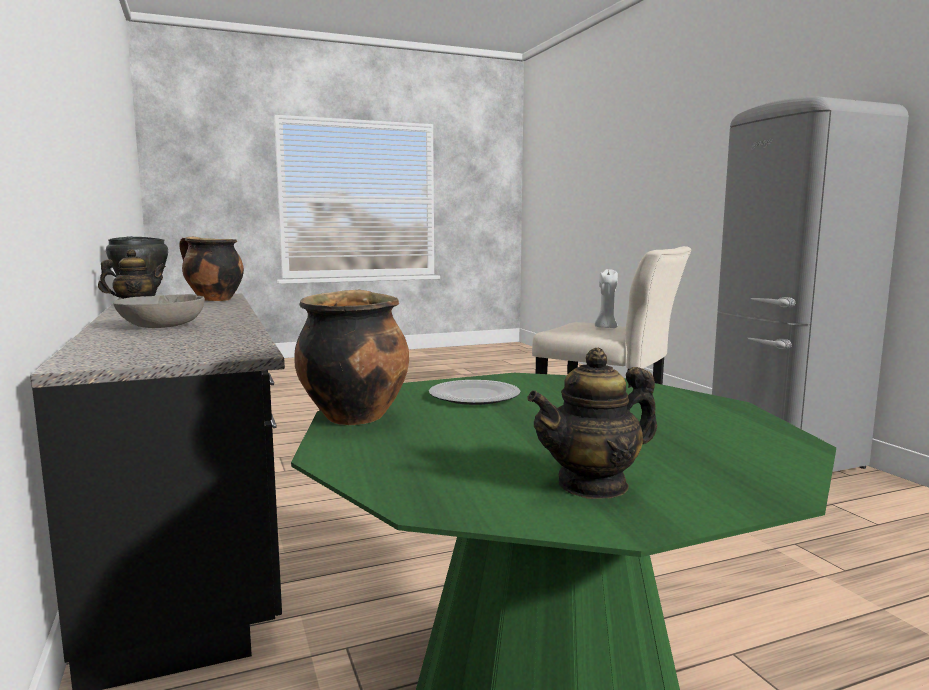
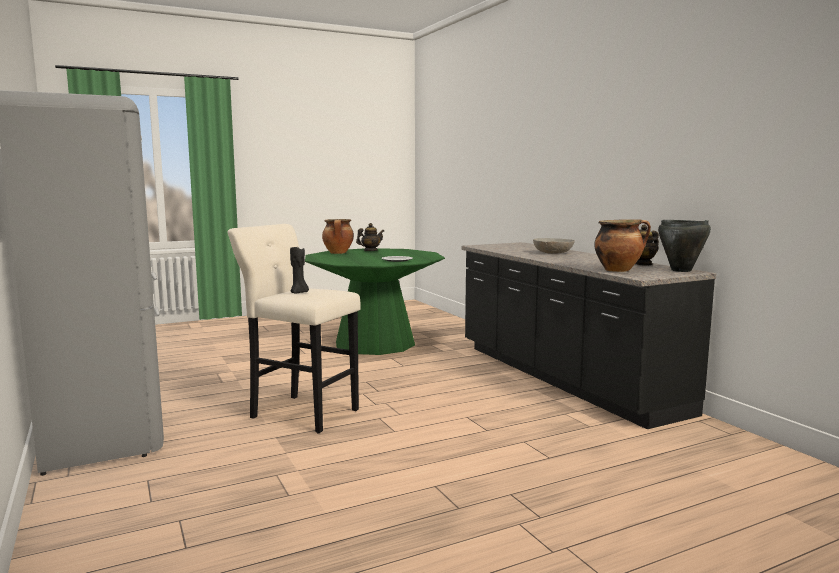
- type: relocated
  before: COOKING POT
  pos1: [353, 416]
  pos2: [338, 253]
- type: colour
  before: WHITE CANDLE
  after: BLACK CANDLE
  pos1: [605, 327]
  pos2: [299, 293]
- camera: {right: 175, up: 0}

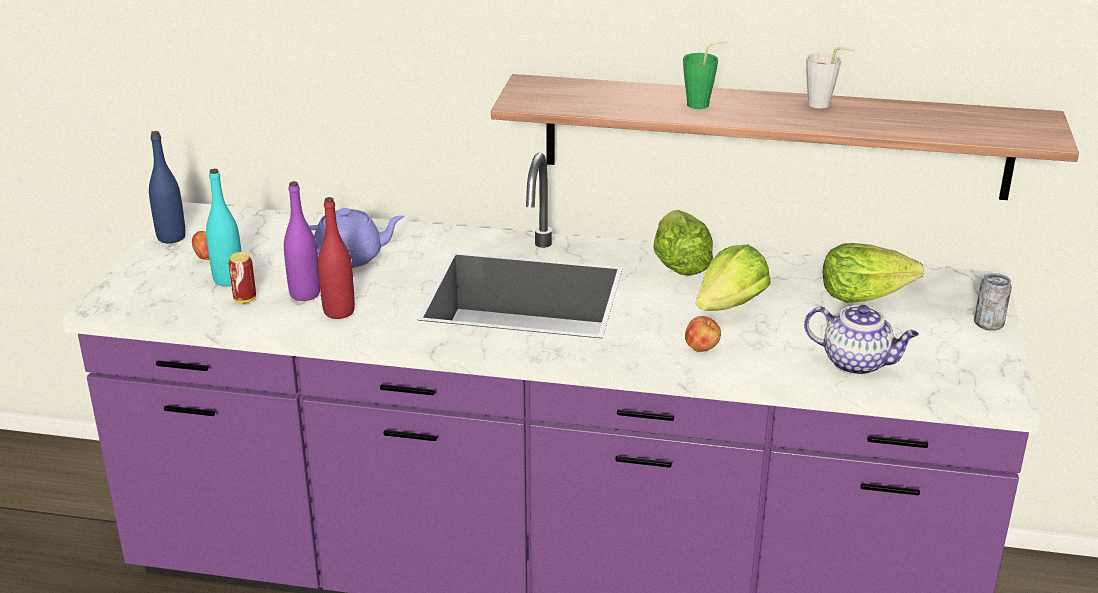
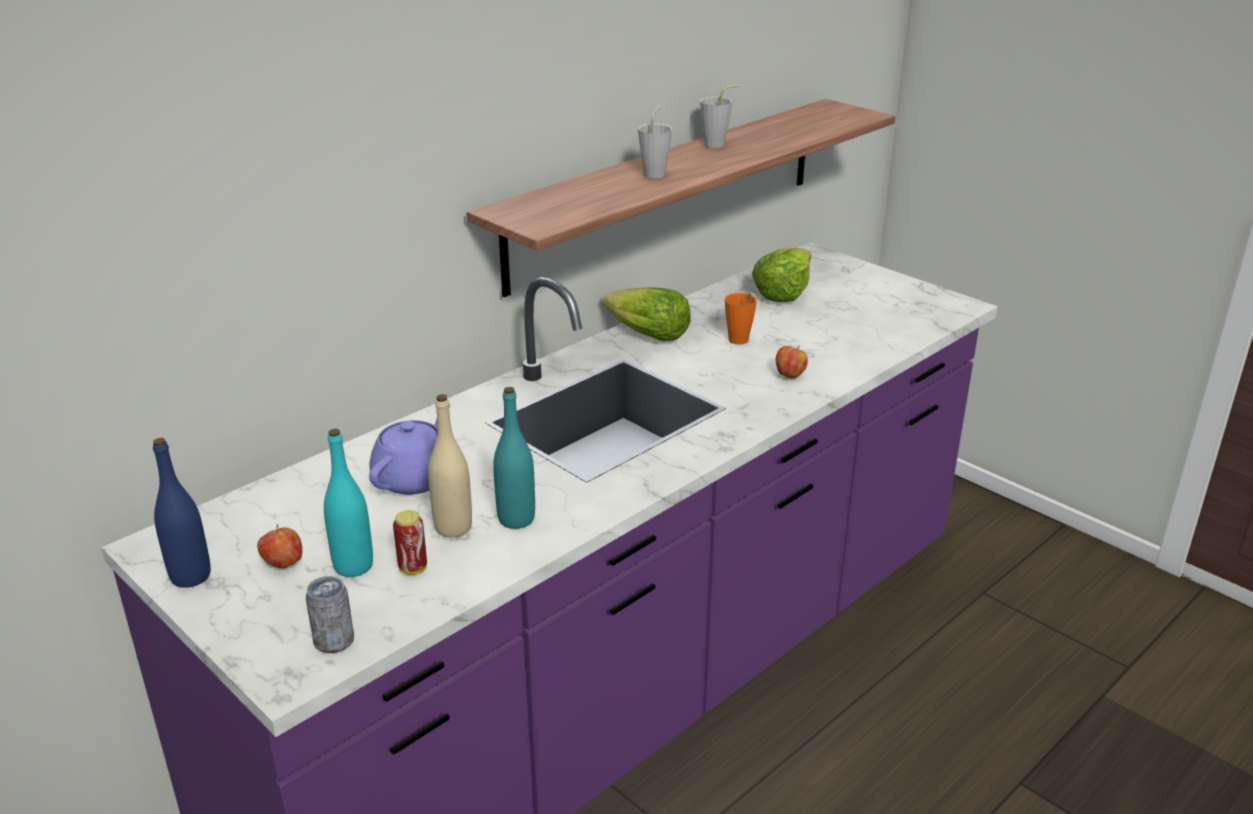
- type: colour
  before: PURPLE BOTTLE
  after: BEIGE BOTTLE
  pos1: [305, 294]
  pos2: [453, 527]
- type: colour
  before: RED BOTTLE
  after: TURQUOISE BOTTLE
  pos1: [339, 312]
  pos2: [516, 519]
- type: colour
  before: GREEN CUP
  after: GREY CUP
  pos1: [703, 104]
  pos2: [656, 173]
- type: exchanged
  before: LETTUCE
  after: ORANGE CUP
  pos1: [730, 306]
  pos2: [740, 342]
- type: missing
  before: TEAPOT
  pos1: [857, 363]
- type: relocated
  before: CAN
  pos1: [988, 323]
  pos2: [334, 641]
- camera: {right: -55, up: 0}

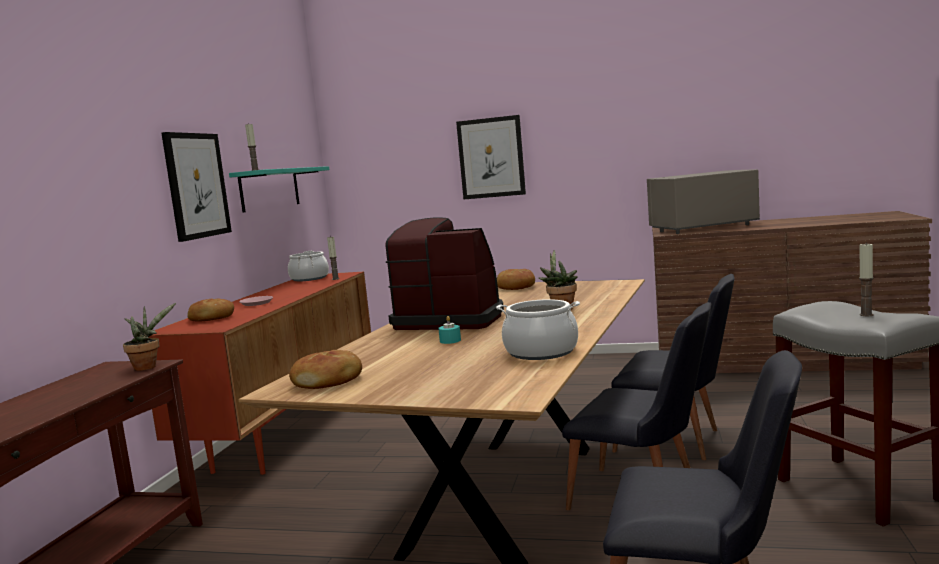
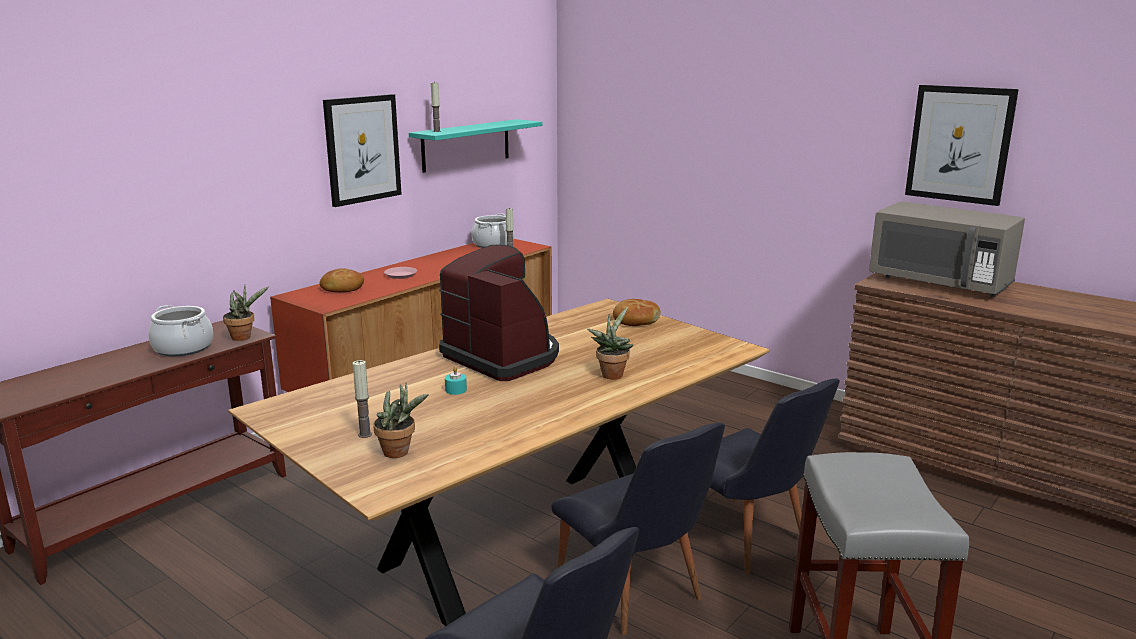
- type: missing
  before: BREAD
  pos1: [329, 381]
- type: relocated
  before: PICTURE
  pos1: [491, 157]
  pos2: [959, 144]
- type: relocated
  before: COOKING POT
  pos1: [541, 352]
  pos2: [183, 348]
- type: spun
  before: GREY MICROWAVE
  pos1: [703, 228]
  pos2: [939, 283]
  turn: -150
- type: relocated
  before: CANDLE
  pos1: [866, 315]
  pos2: [365, 434]
- type: appeared
  after: POTTED PLANT
  pos2: [400, 452]
- camera: {right: 25, up: 10}

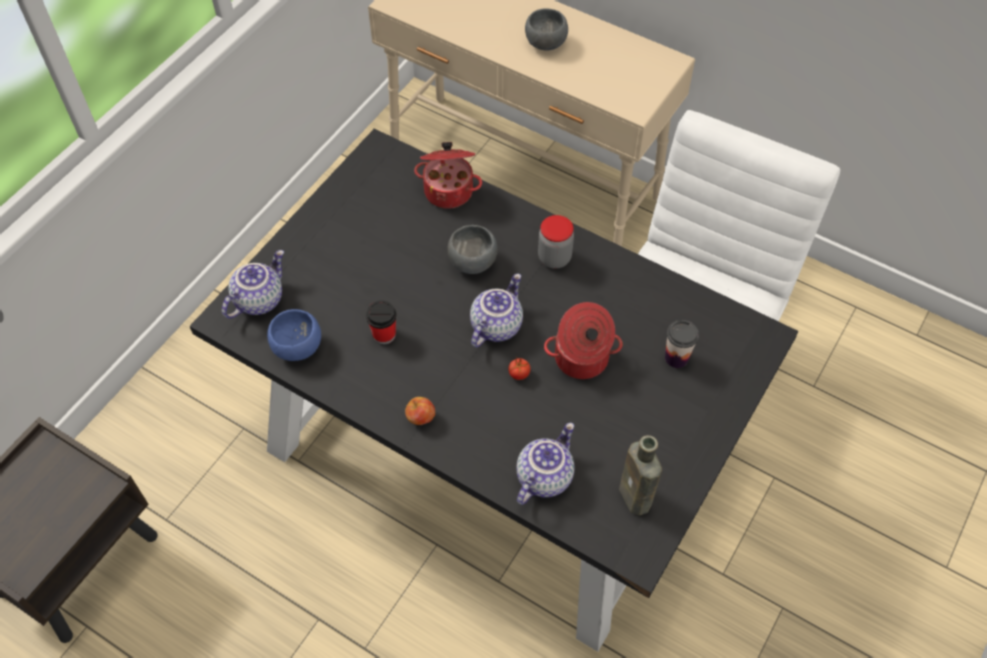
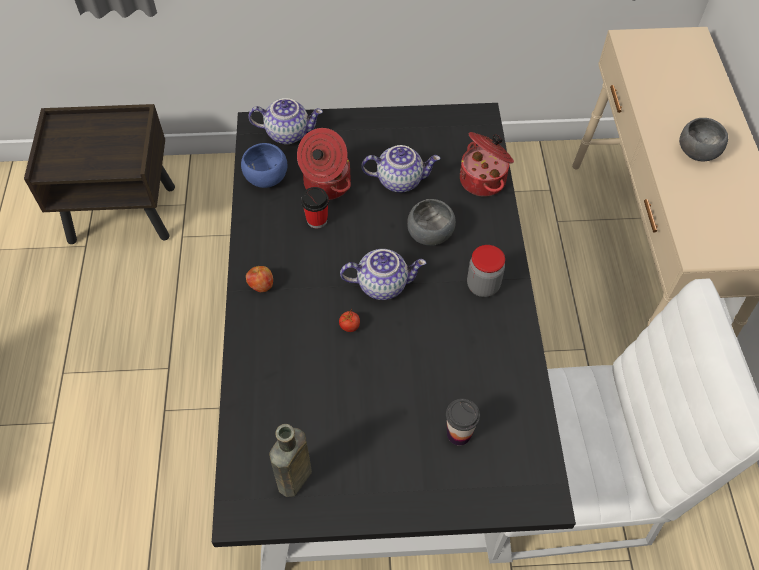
- type: relocated
  before: TEAPOT
  pos1: [543, 476]
  pos2: [400, 180]
- type: relocated
  before: COOKING POT
  pos1: [581, 359]
  pos2: [326, 184]
- camera: {right: 55, up: 0}

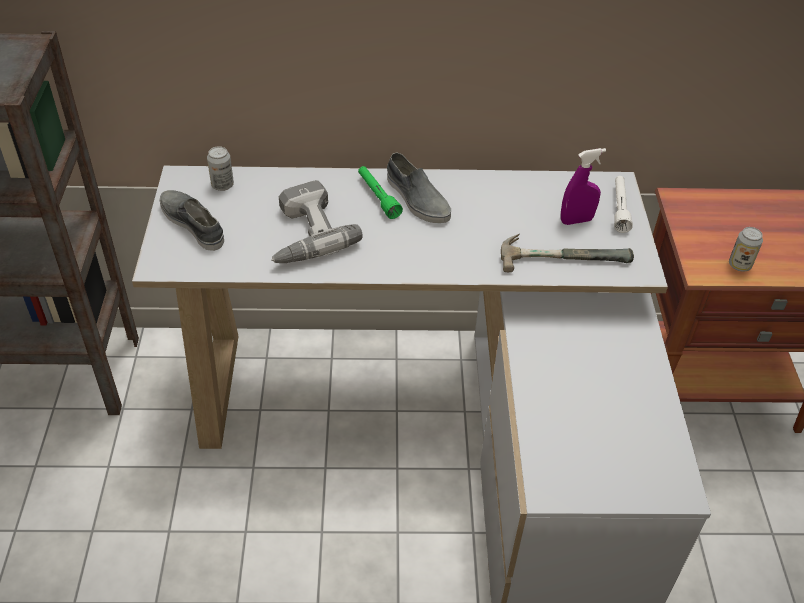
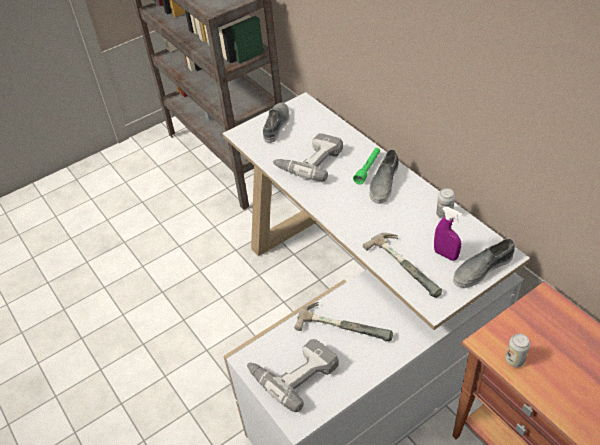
- type: relocated
  before: CAN
  pos1: [222, 185]
  pos2: [444, 214]
- type: exchanged
  before: WHITE FLASHLIGHT
  after: GREY SHOE
  pos1: [619, 208]
  pos2: [482, 268]
- type: appeared
  after: POWER DRILL
  pos2: [293, 372]
- type: appeared
  after: HAMMER
  pos2: [345, 323]
- camera: {right: 60, up: 0}

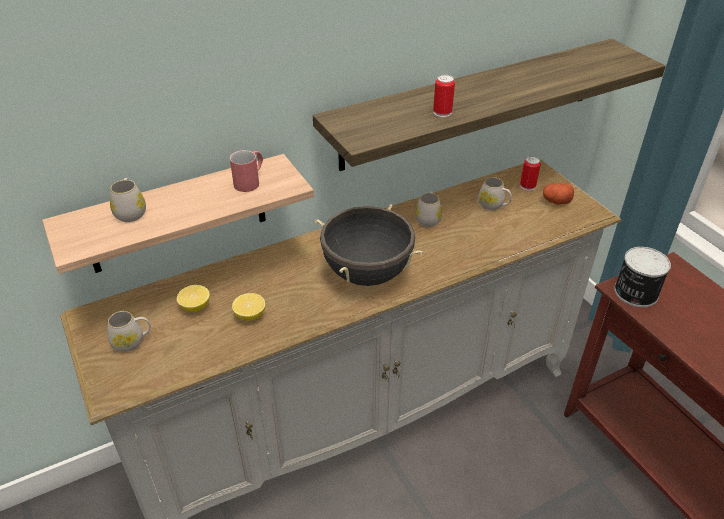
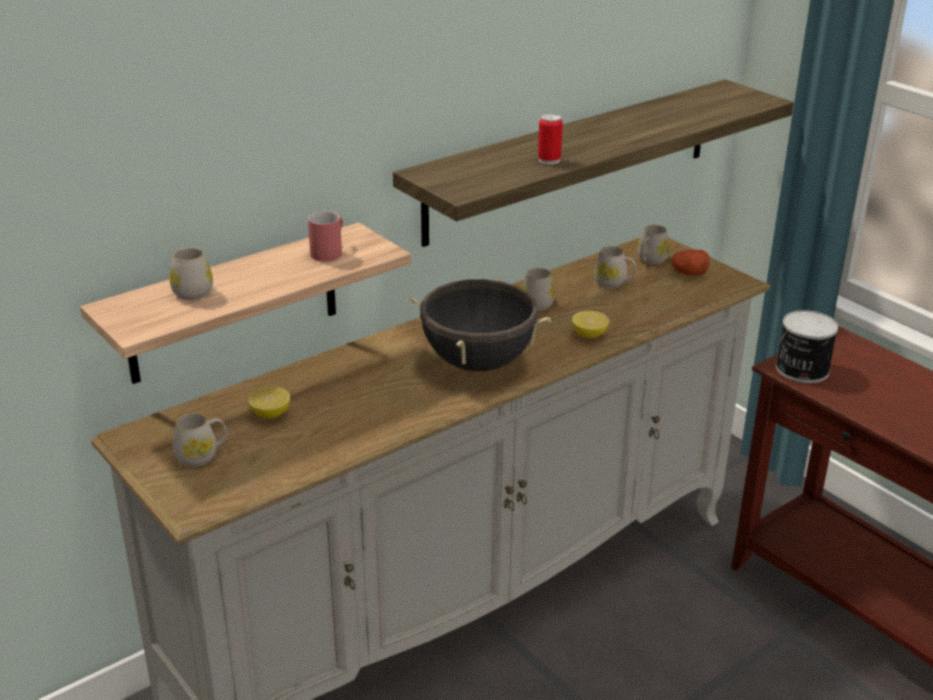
- type: relocated
  before: LEMON
  pos1: [250, 315]
  pos2: [589, 335]
- type: exchanged
  before: CAN
  after: WHITE MUG
  pos1: [527, 186]
  pos2: [650, 260]
- camera: {right: -10, up: -10}

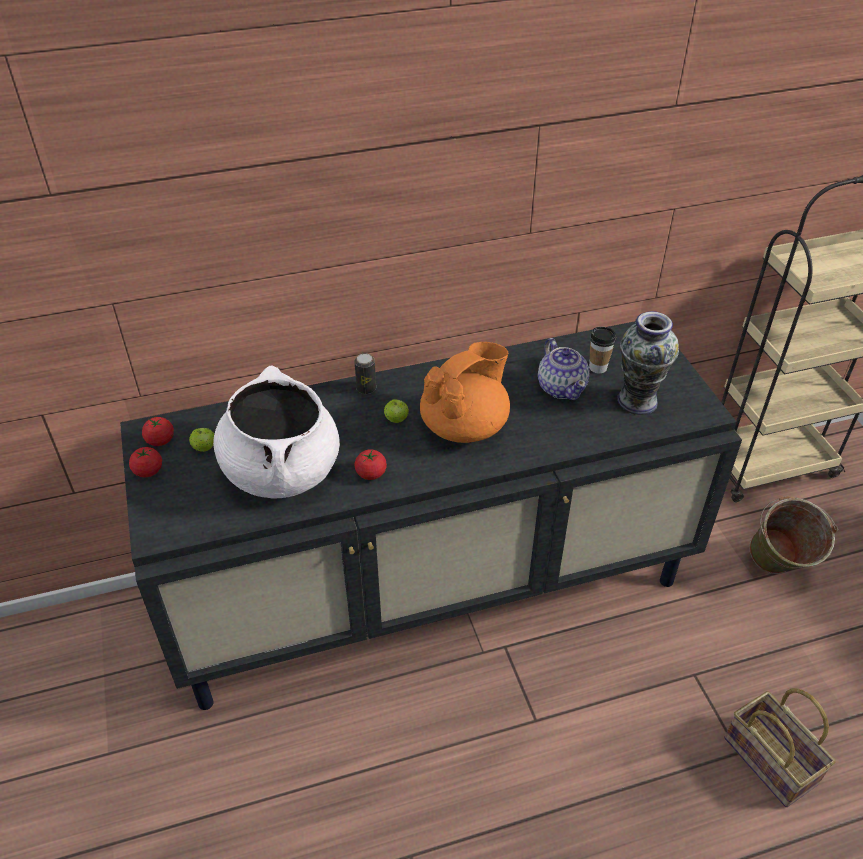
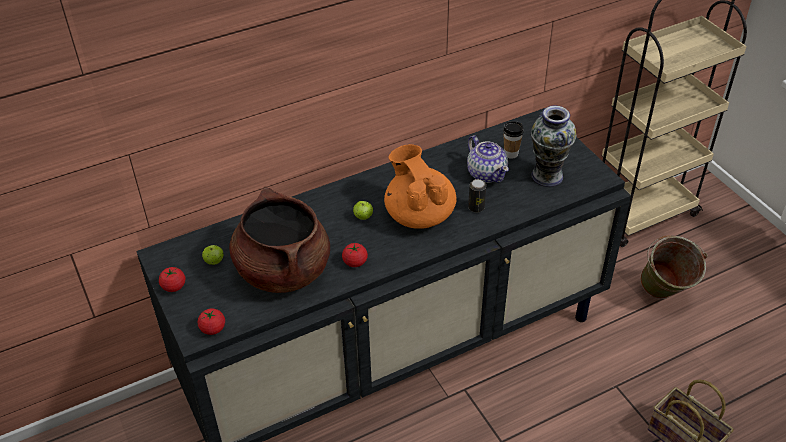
- type: relocated
  before: TOMATO
  pos1: [160, 440]
  pos2: [213, 328]
- type: colour
  before: WHITE COOKING POT
  after: BROWN COOKING POT
  pos1: [281, 471]
  pos2: [283, 270]
- type: relocated
  before: CAN
  pos1: [366, 388]
  pos2: [476, 207]
- type: spun
  before: ORANGE TEAPOT
  pos1: [465, 426]
  pos2: [419, 214]
  turn: -60
- camera: {right: -10, up: 0}

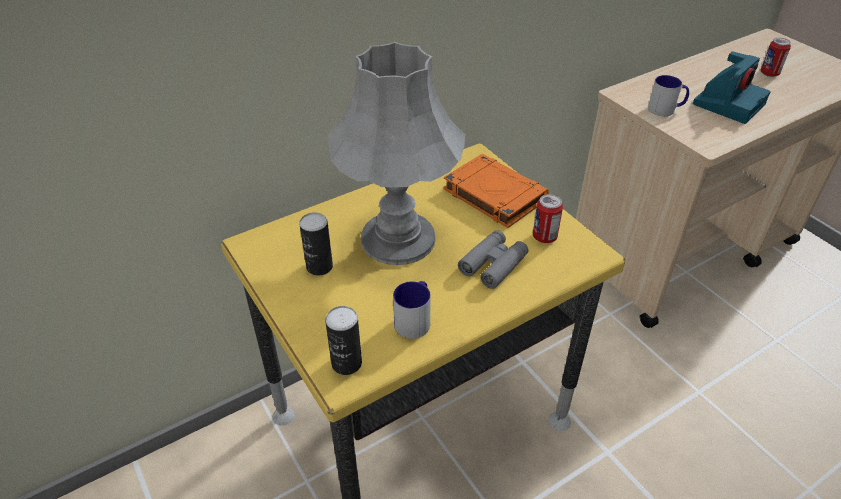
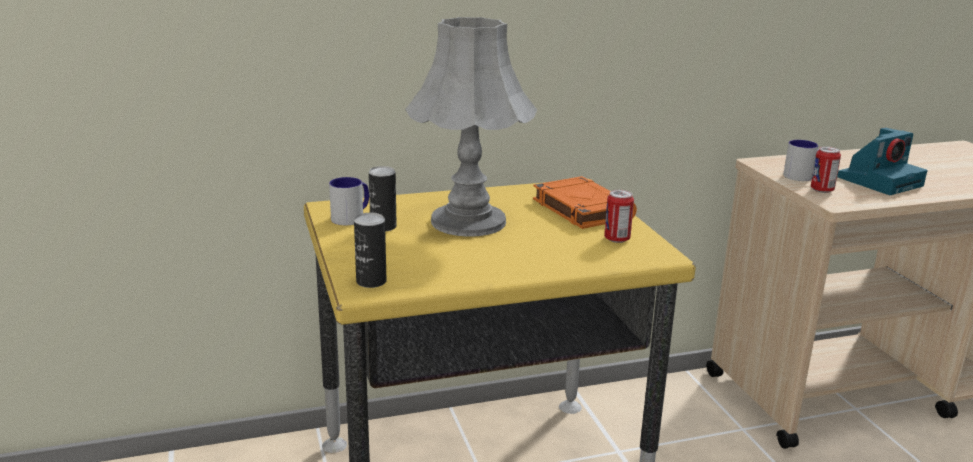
- type: relocated
  before: MUG
  pos1: [415, 319]
  pos2: [352, 217]
- type: missing
  before: GREY BINOCULARS
  pos1: [493, 264]
- type: relocated
  before: CAN
  pos1: [769, 73]
  pos2: [822, 190]
- camera: {right: 15, up: -20}

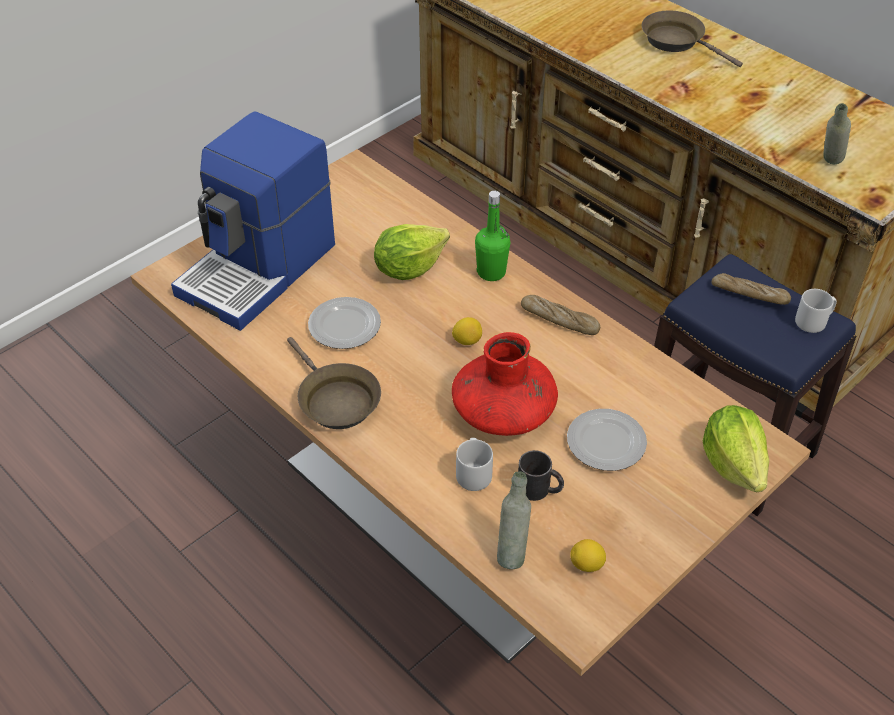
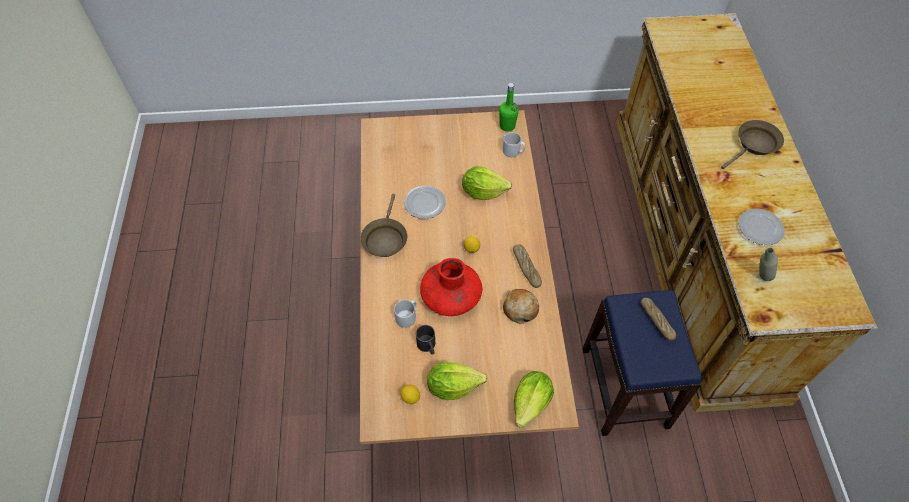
- type: missing
  before: COFFEE MACHINE
  pos1: [259, 269]
- type: relocated
  before: GREEN BOTTLE
  pos1: [491, 272]
  pos2: [507, 126]
- type: missing
  before: GREY BOTTLE
  pos1: [512, 552]
- type: relocated
  before: PLATE
  pos1: [605, 442]
  pos2: [760, 228]
- type: spun
  before: BROWN FRYING PAN
  pos1: [677, 41]
  pos2: [754, 145]
  turn: 60
- type: relocated
  before: GREY MUG
  pos1: [813, 321]
  pos2: [513, 151]
- type: appeared
  after: LETTUCE
  pos2: [453, 386]
- type: appeared
  after: BREAD
  pos2: [520, 309]
- camera: {right: 40, up: 10}

